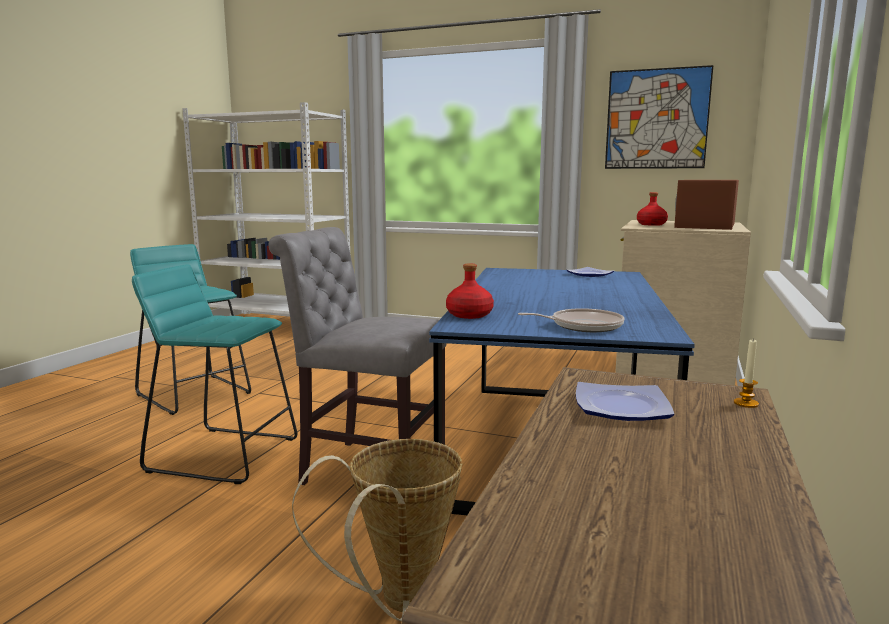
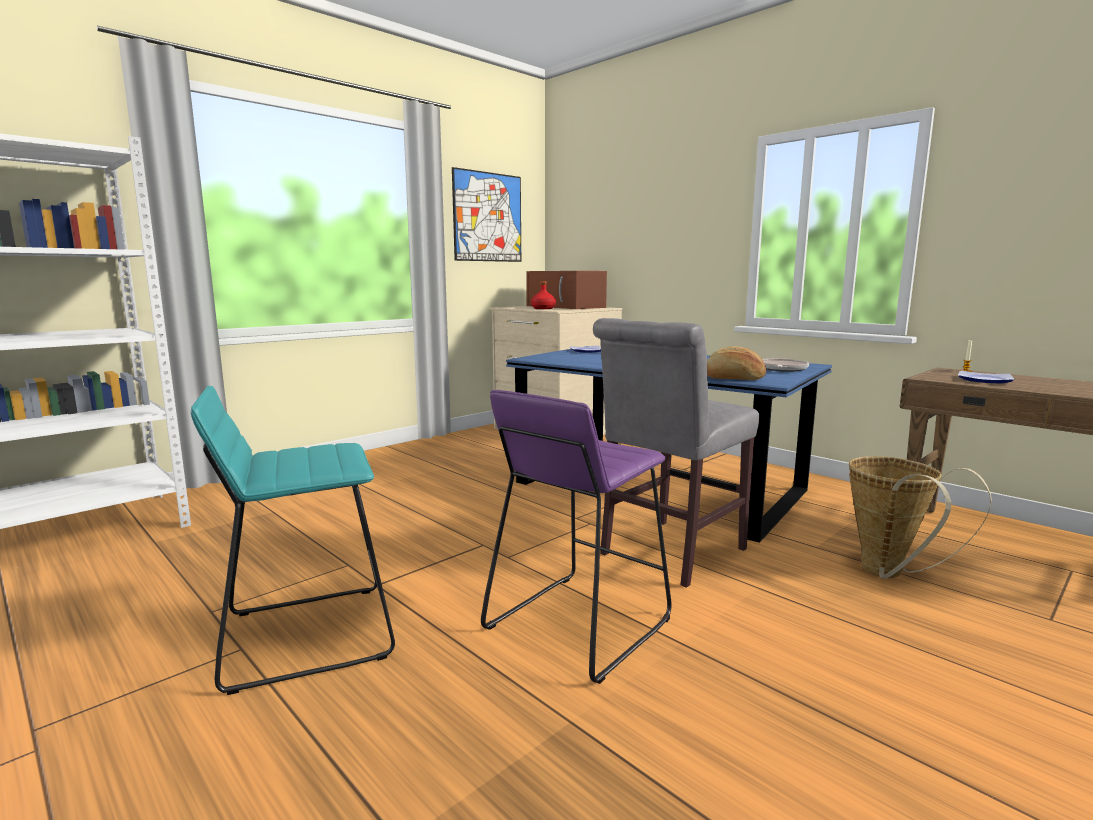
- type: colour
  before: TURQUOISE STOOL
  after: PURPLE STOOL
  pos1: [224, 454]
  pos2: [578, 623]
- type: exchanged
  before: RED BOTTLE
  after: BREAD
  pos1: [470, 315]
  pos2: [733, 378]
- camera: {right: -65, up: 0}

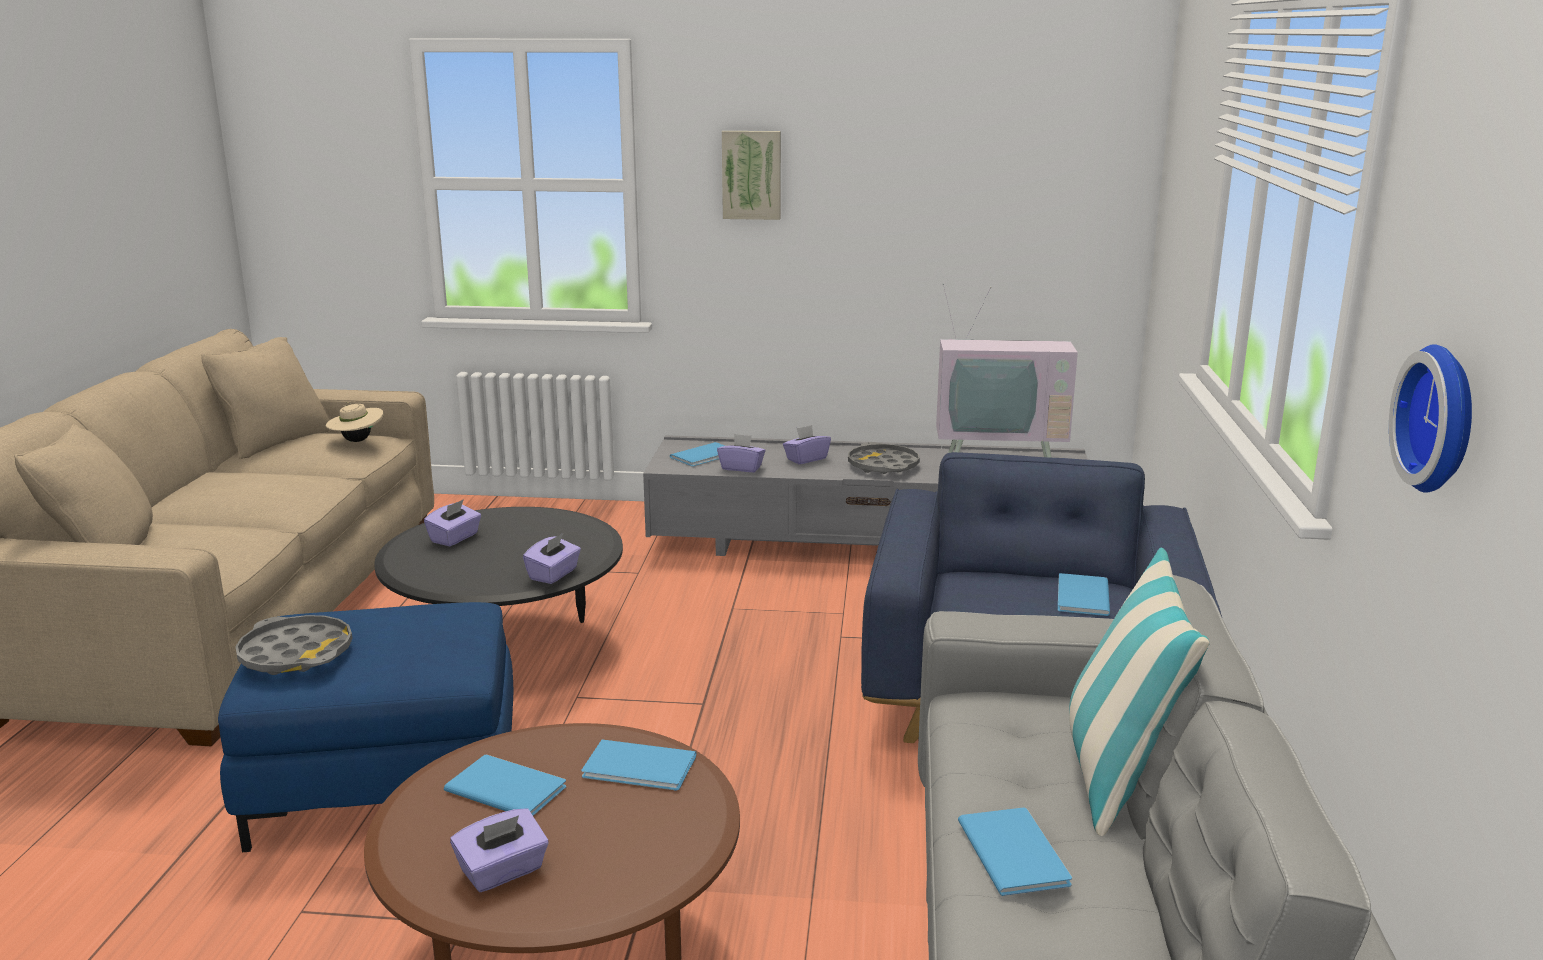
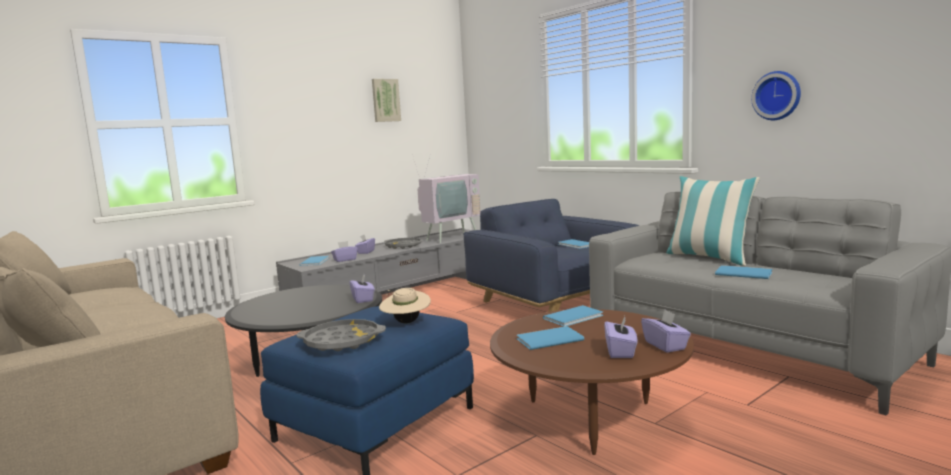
- type: relocated
  before: BEIGE HAT
  pos1: [357, 440]
  pos2: [406, 322]
- type: relocated
  before: PURPLE TISSUE BOX
  pos1: [455, 538]
  pos2: [665, 345]
- type: relocated
  before: PICTURE
  pos1: [751, 175]
  pos2: [385, 100]
- camera: {right: -45, up: -10}

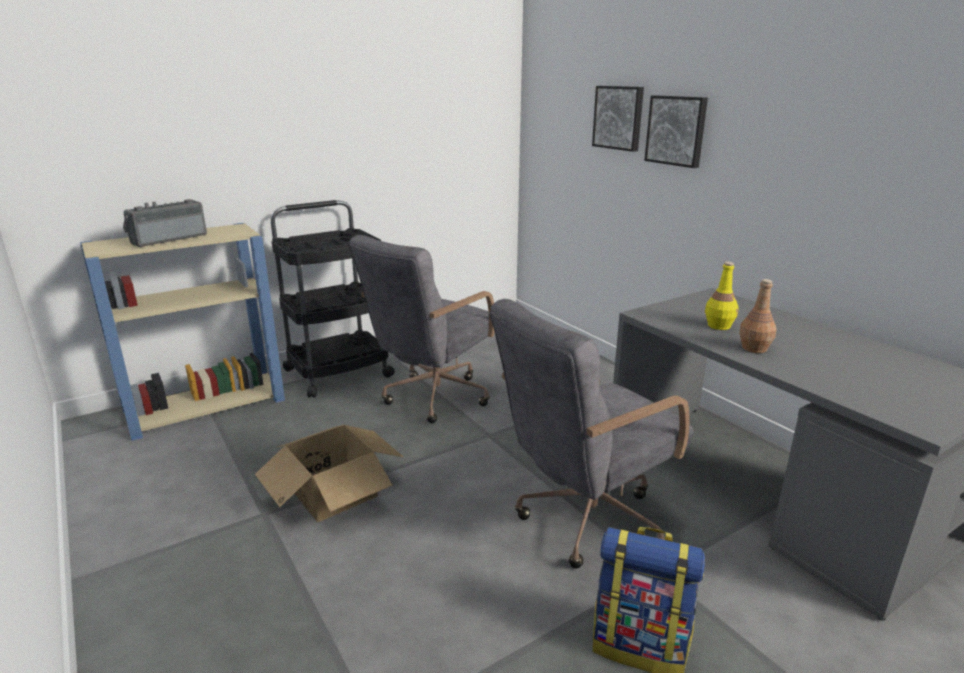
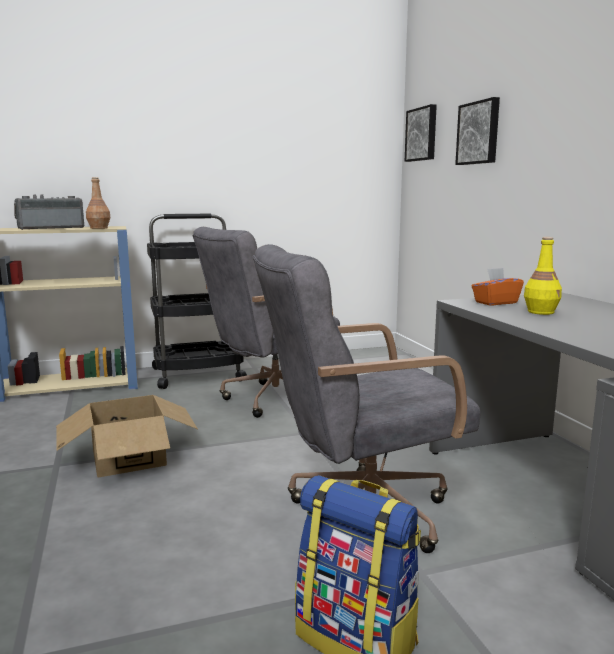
- type: relocated
  before: PICTURE
  pos1: [677, 130]
  pos2: [422, 134]
- type: relocated
  before: BROWN BOTTLE
  pos1: [754, 348]
  pos2: [99, 228]
- type: appeared
  after: ORANGE TISSUE BOX
  pos2: [495, 302]
- camera: {right: 15, up: -10}

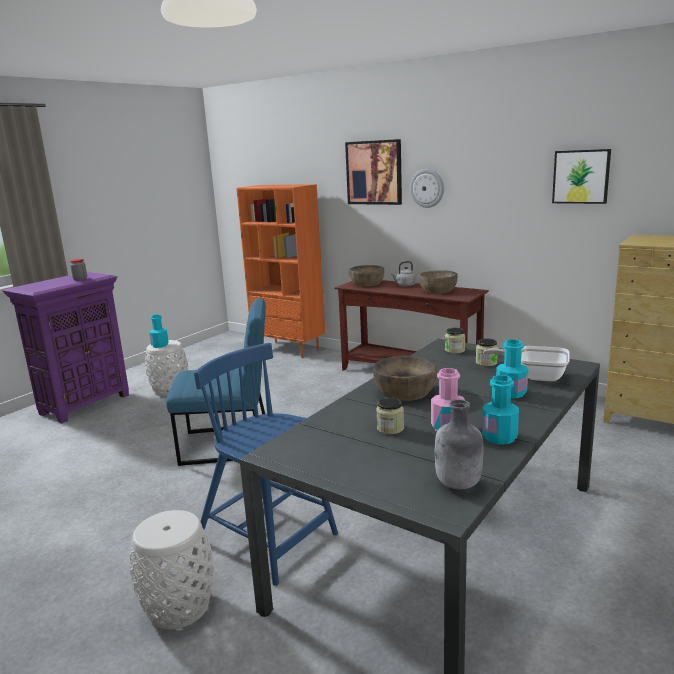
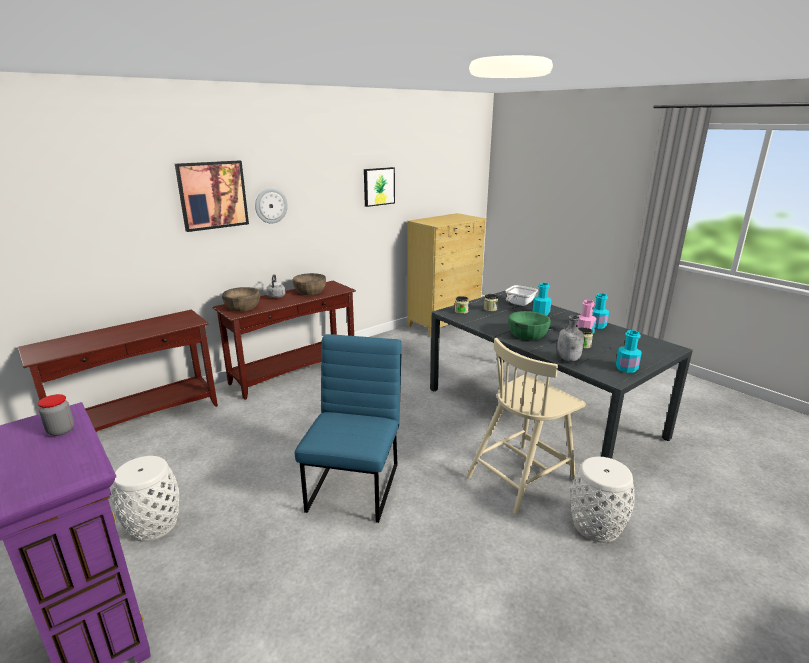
- type: relocated
  before: TURQUOISE BOTTLE
  pos1: [160, 345]
  pos2: [626, 368]
- type: colour
  before: BLUE CHAIR
  after: BEIGE CHAIR
  pos1: [268, 539]
  pos2: [521, 477]
- type: exchanged
  before: ORANGE BOOKCASE
  after: BROWN CONSOLE TABLE
  pos1: [289, 349]
  pos2: [139, 420]
- type: colour
  before: BROWN BOWL
  after: GREEN BOWL
  pos1: [405, 391]
  pos2: [528, 334]
- type: relocated
  before: GREY BOTTLE
  pos1: [458, 484]
  pos2: [568, 359]
- camera: {right: -75, up: 5}

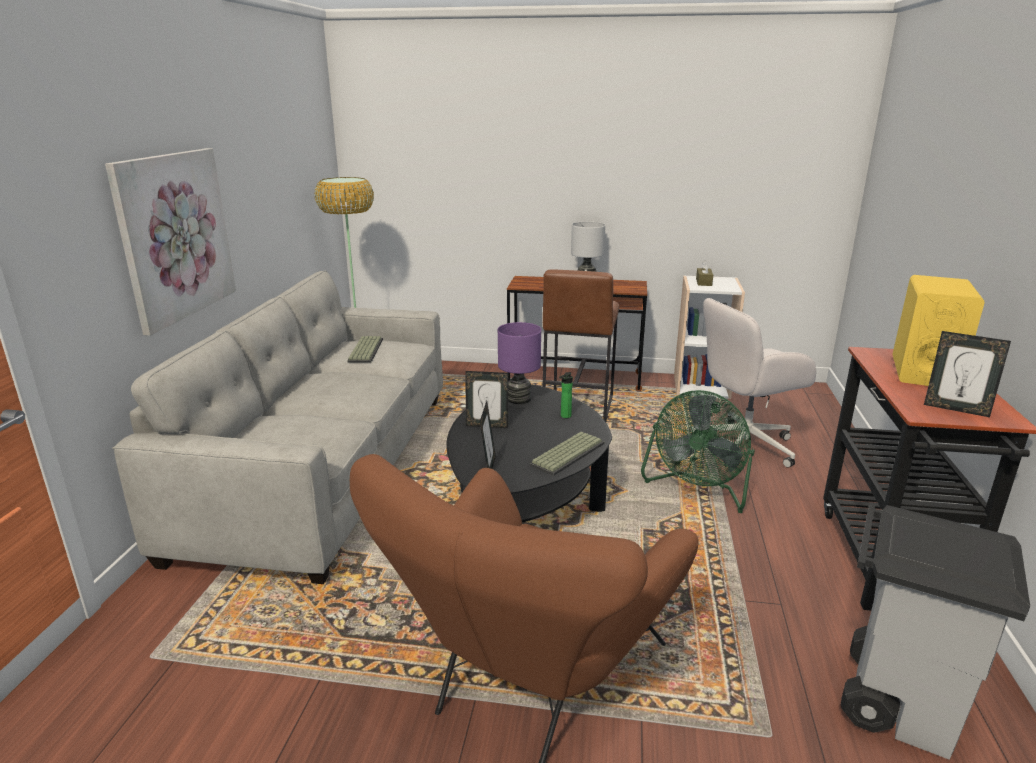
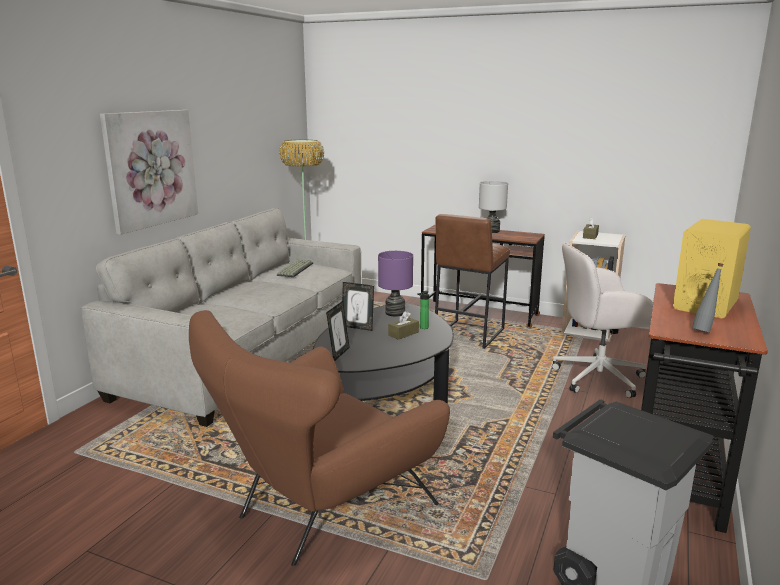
- type: missing
  before: KEYBOARD
  pos1: [567, 453]
- type: missing
  before: GREEN FAN
  pos1: [695, 487]
- type: exchanged
  before: PICTURE FRAME
  after: GREY BOTTLE
  pos1: [956, 409]
  pos2: [704, 330]
- type: appeared
  after: BROWN TISSUE BOX
  pos2: [403, 334]
- camera: {right: 15, up: -5}

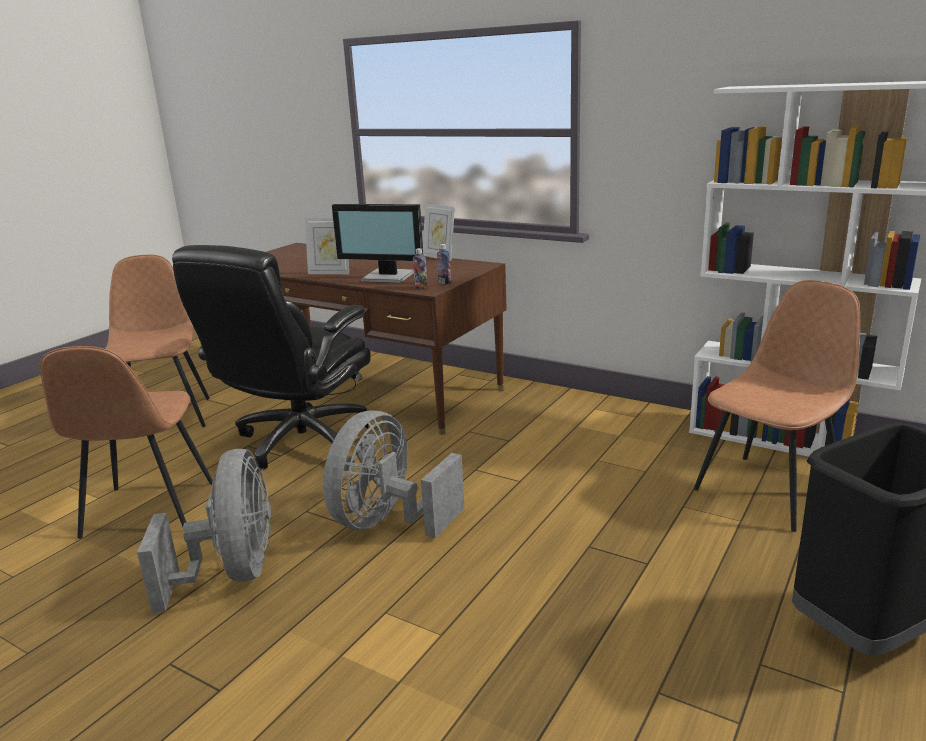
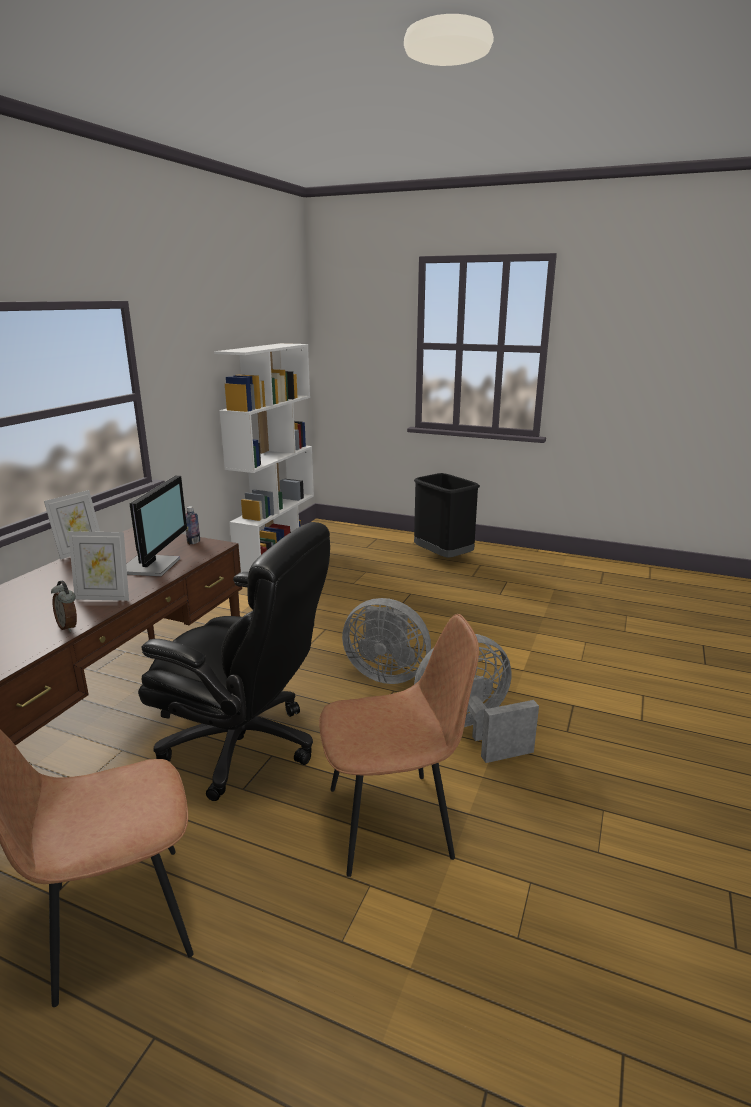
- type: spun
  before: PICTURE FRAME
  pos1: [330, 273]
  pos2: [104, 597]
  turn: 90
- type: missing
  before: BOTTLE
  pos1: [421, 288]
- type: missing
  before: BROWN CHAIR
  pos1: [769, 490]
- type: appeared
  after: ALARM CLOCK
  pos2: [69, 627]
- camera: {right: -100, up: 0}

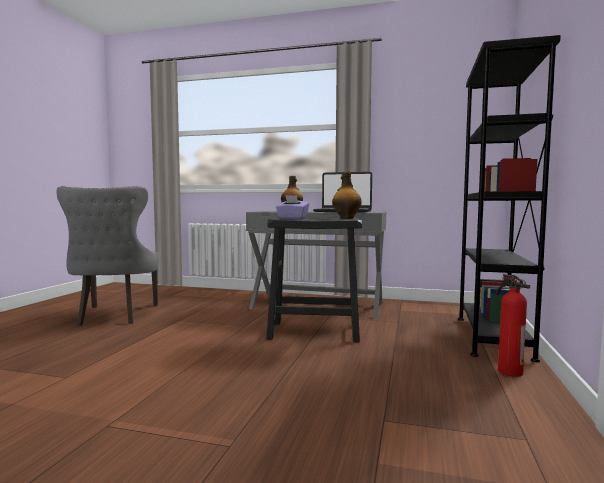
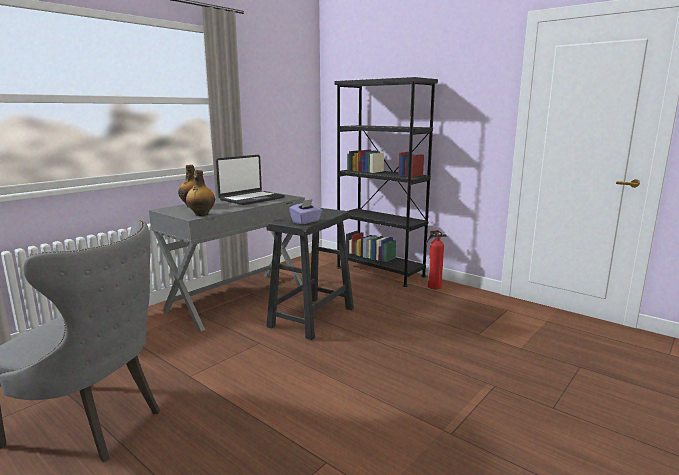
- type: relocated
  before: BOTTLE
  pos1: [346, 218]
  pos2: [201, 214]
- camera: {right: -65, up: 10}

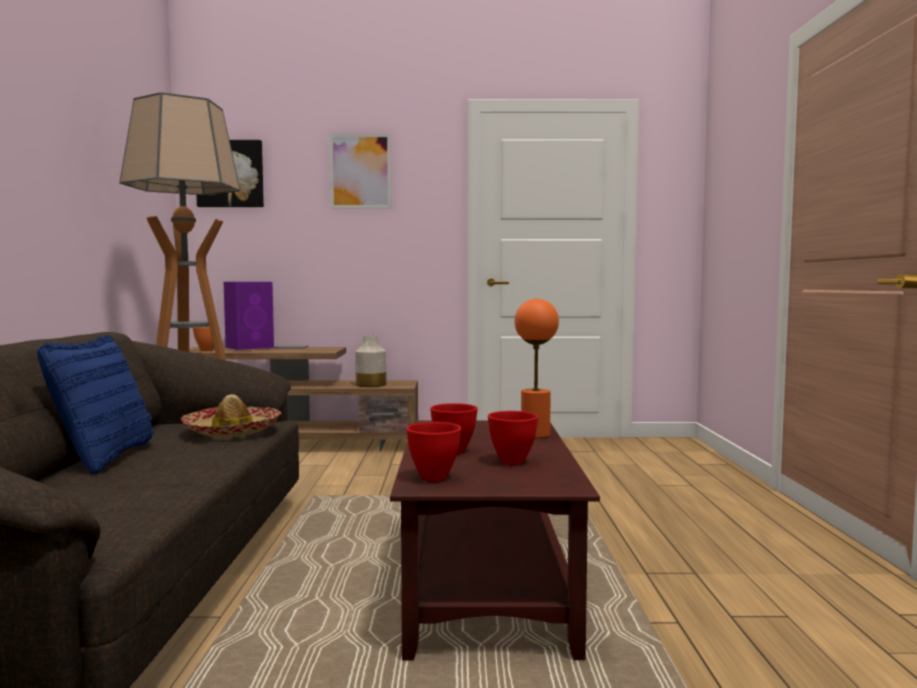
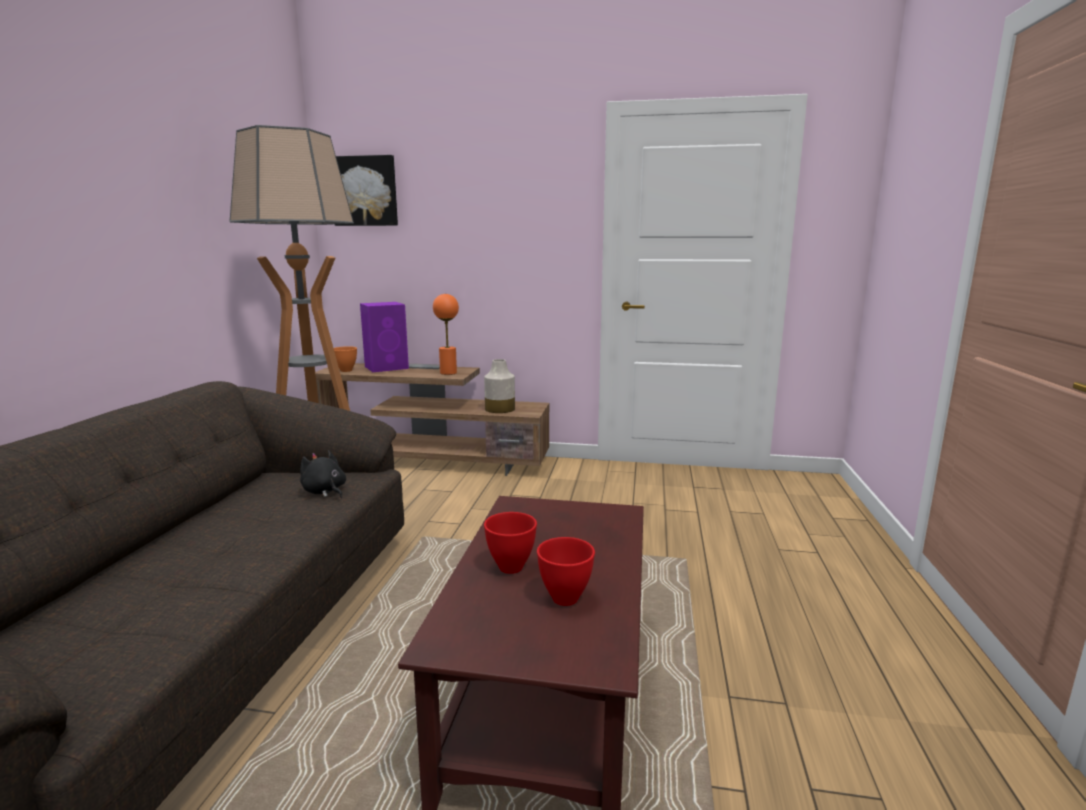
- type: missing
  before: BLUE PILLOW
  pos1: [104, 458]
- type: exchanged
  before: HAT
  after: BLACK PLUSH TOY
  pos1: [232, 431]
  pos2: [325, 491]
- type: missing
  before: PICTURE
  pos1: [360, 171]
- type: missing
  before: RED BOWL
  pos1: [432, 478]
- type: relocated
  before: ORANGE TABLE LAMP
  pos1: [535, 434]
  pos2: [448, 373]
- camera: {right: 10, up: 10}

